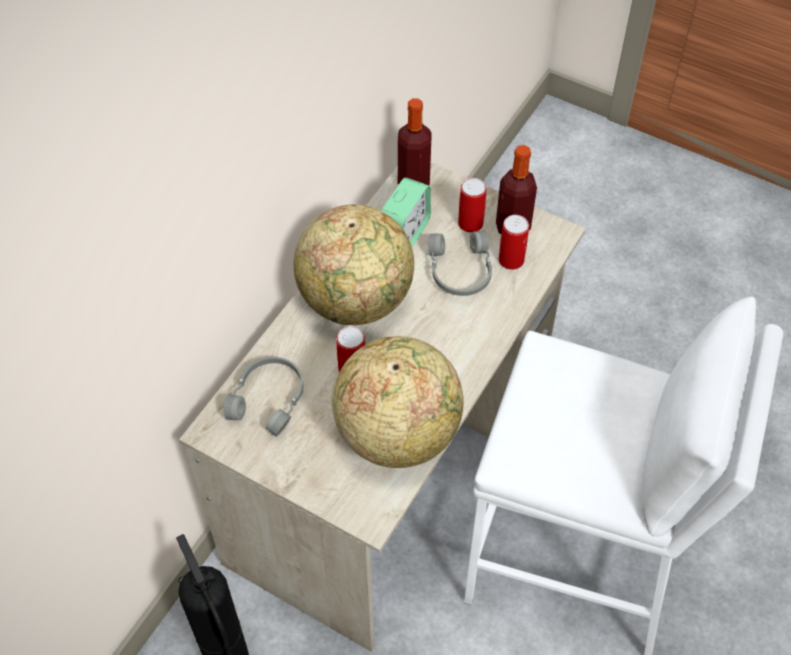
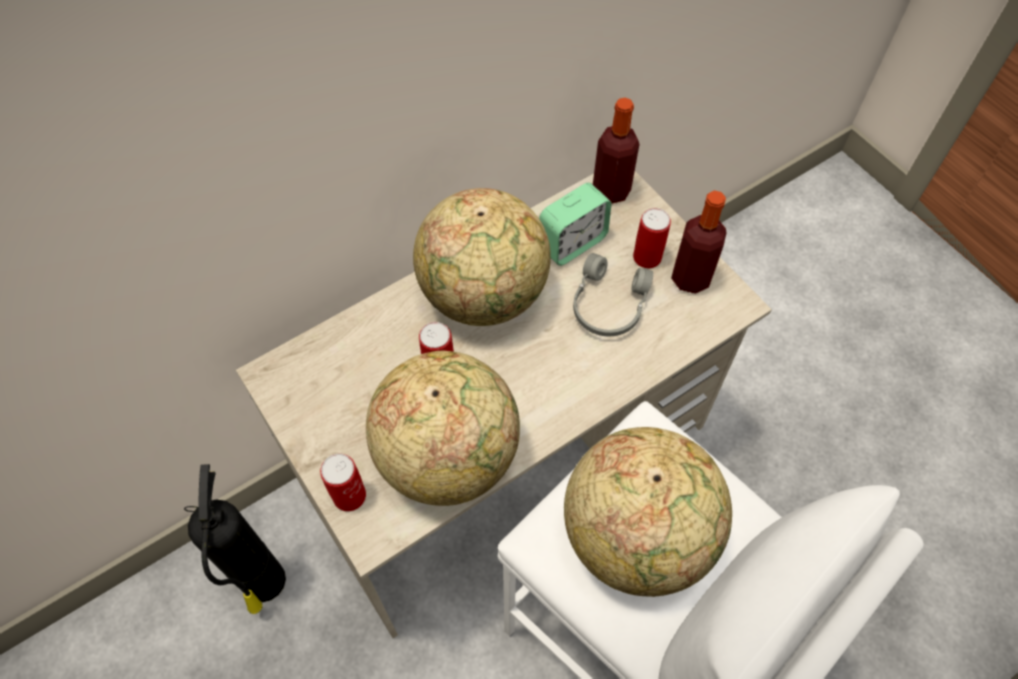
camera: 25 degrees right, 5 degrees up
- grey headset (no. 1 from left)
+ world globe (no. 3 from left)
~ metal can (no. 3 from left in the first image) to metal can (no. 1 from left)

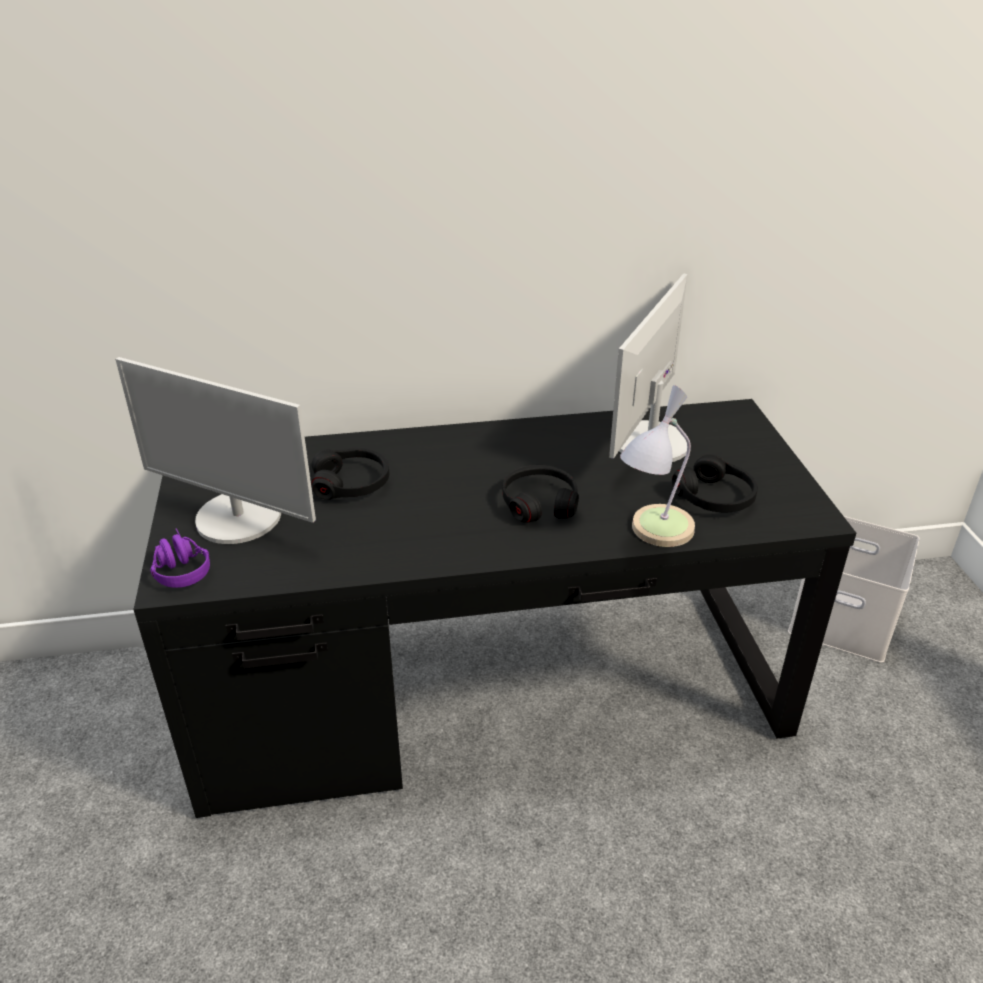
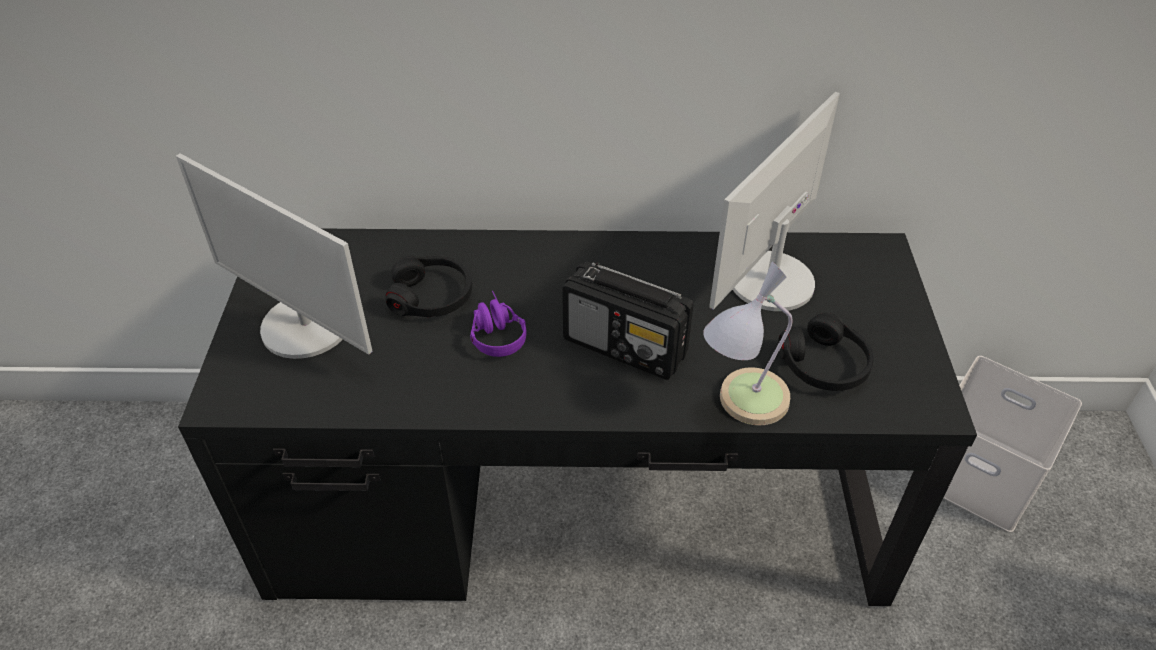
camera: 10 degrees right, 10 degrees up
~ purplish headset
~ blackish headset (no. 2 from left) to radio

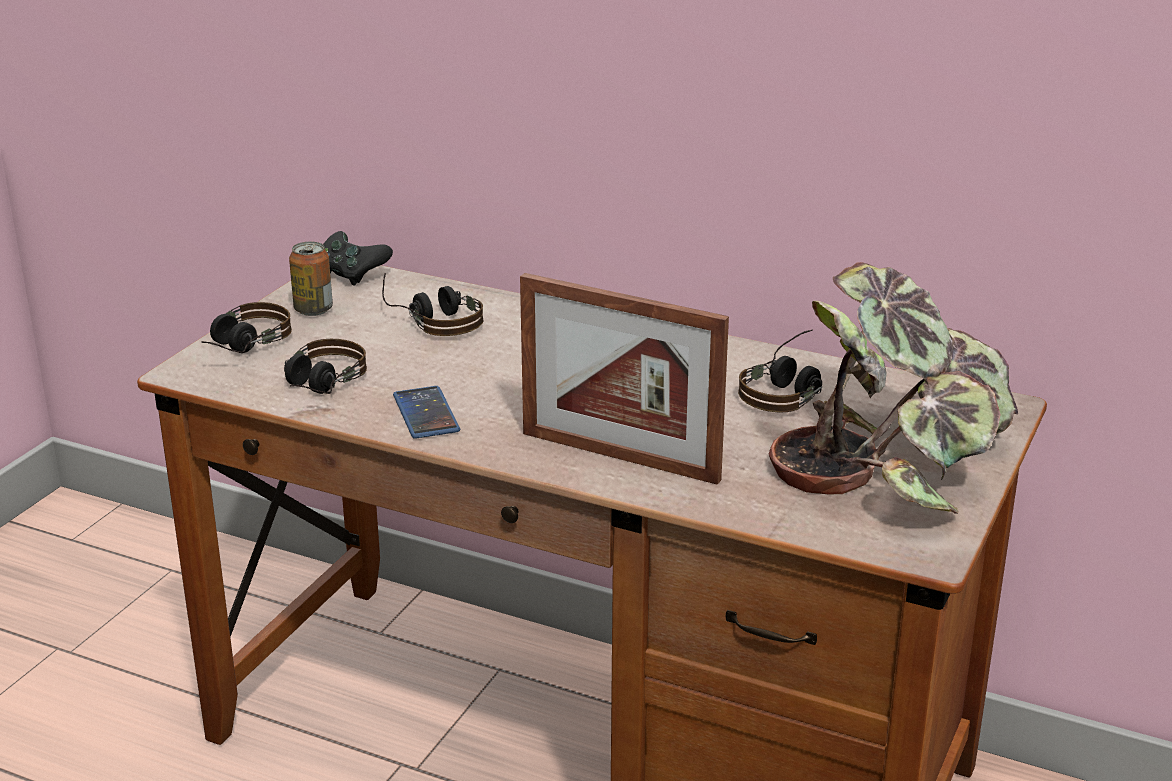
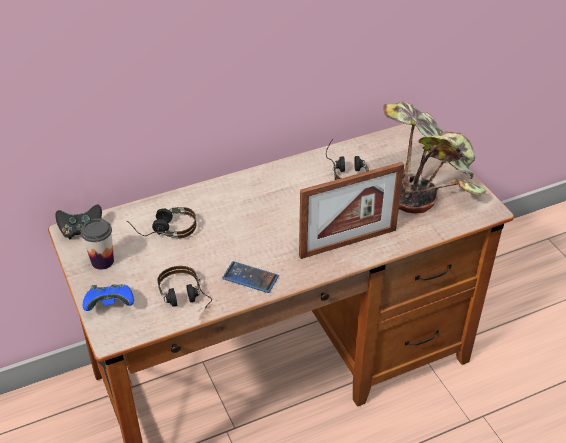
camera: 50 degrees left, 15 degrees up
~ headset (no. 1 from left) to blue joypad
~ metal can to cup

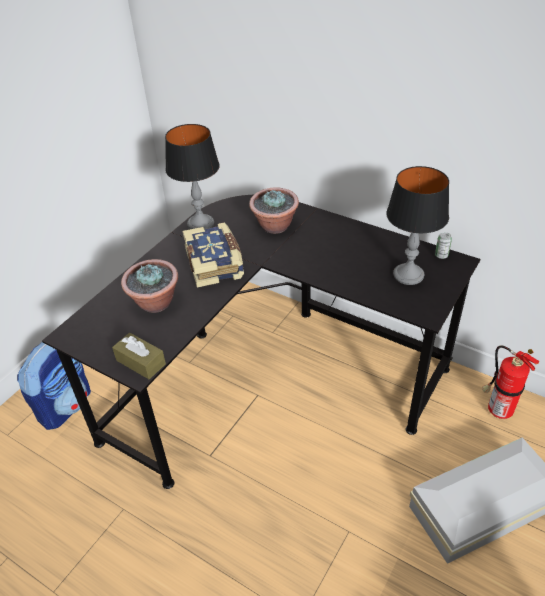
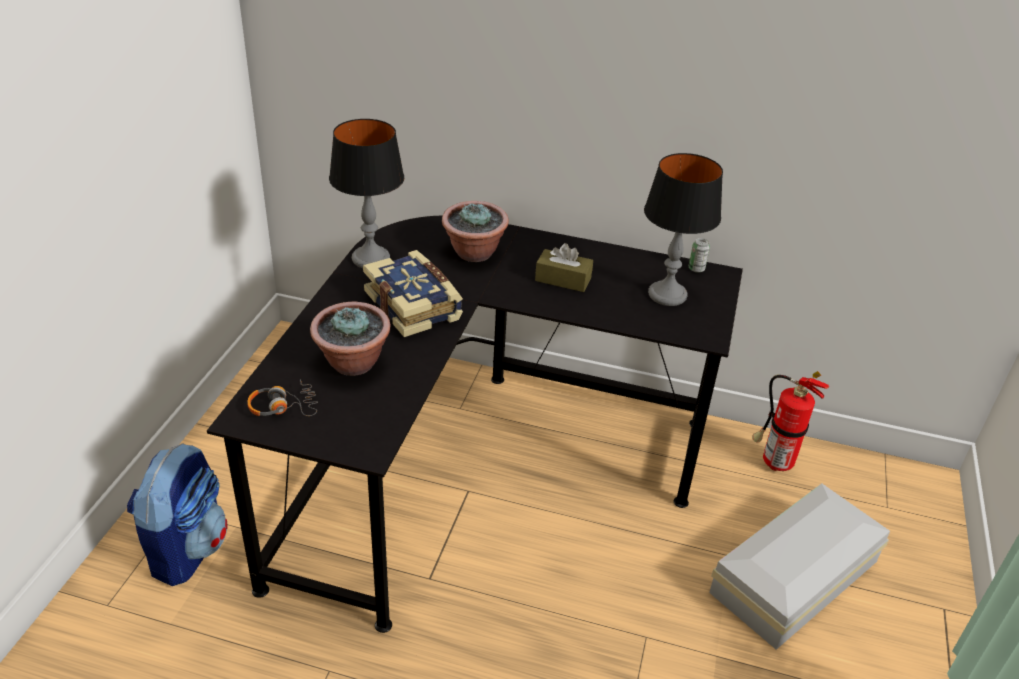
camera: 20 degrees left, 5 degrees down
+ headset
~ brown-coloured box of tissues

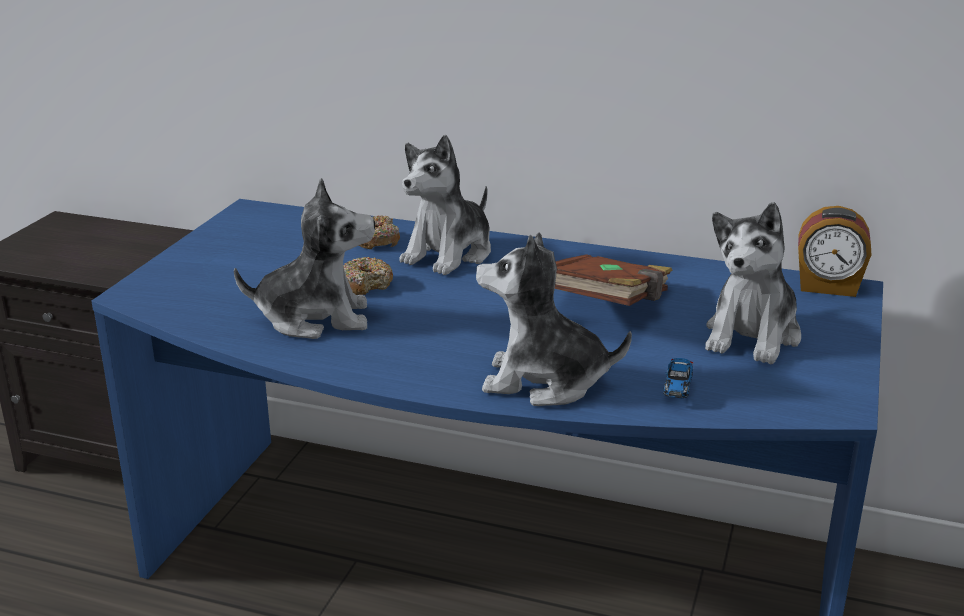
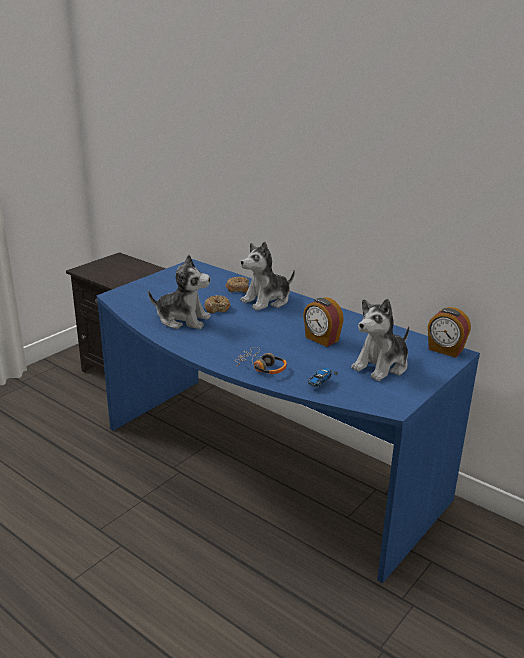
camera: 20 degrees right, 0 degrees up
~ cuddly toy (no. 3 from left) to headset
~ brown-coloured bound book to bedside clock (no. 1 from left)

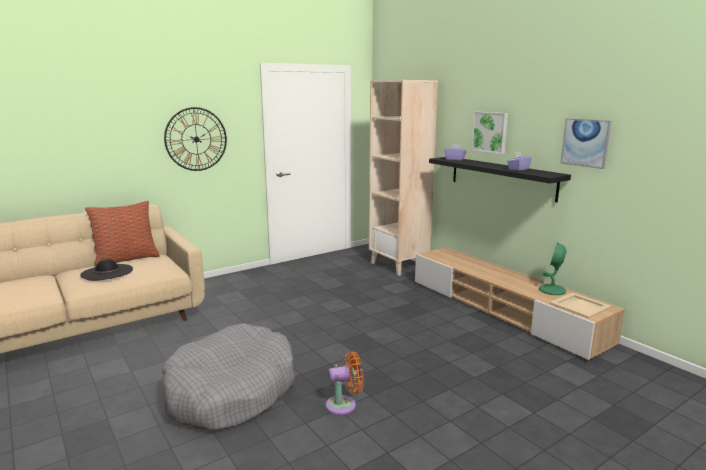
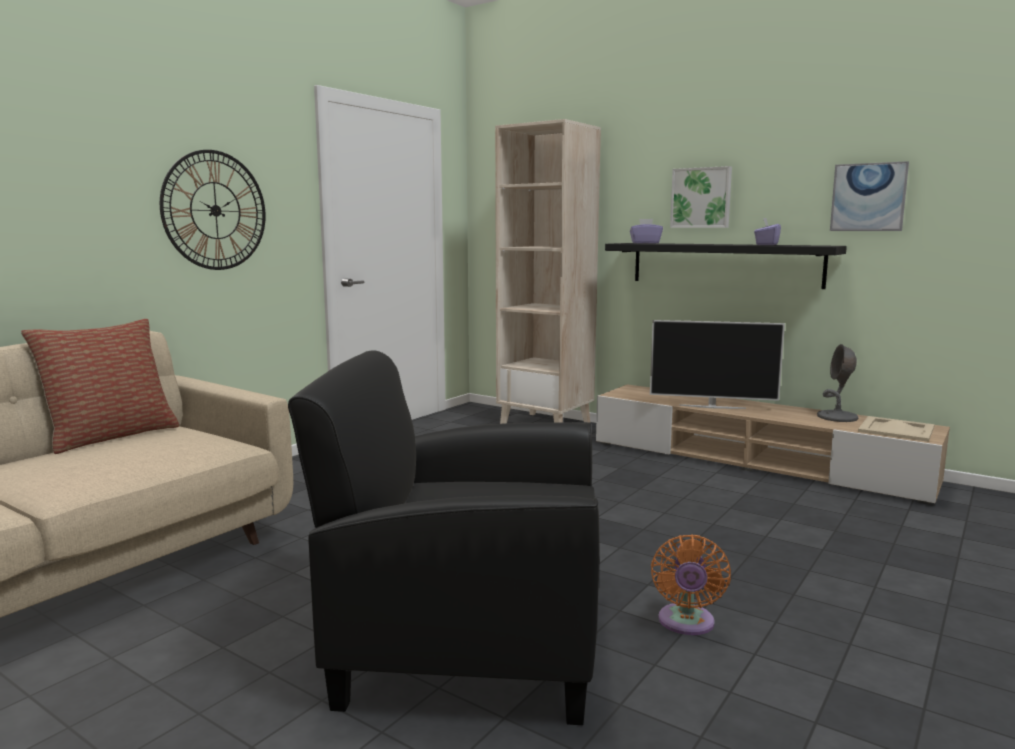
camera: 20 degrees left, 5 degrees down
- blackish wearable hat
+ television
~ grey dog cushion to blackish armchair
~ green-coloured lamp for a table to grey lamp for a table
~ orange-coloured fan 135 degrees clockwise

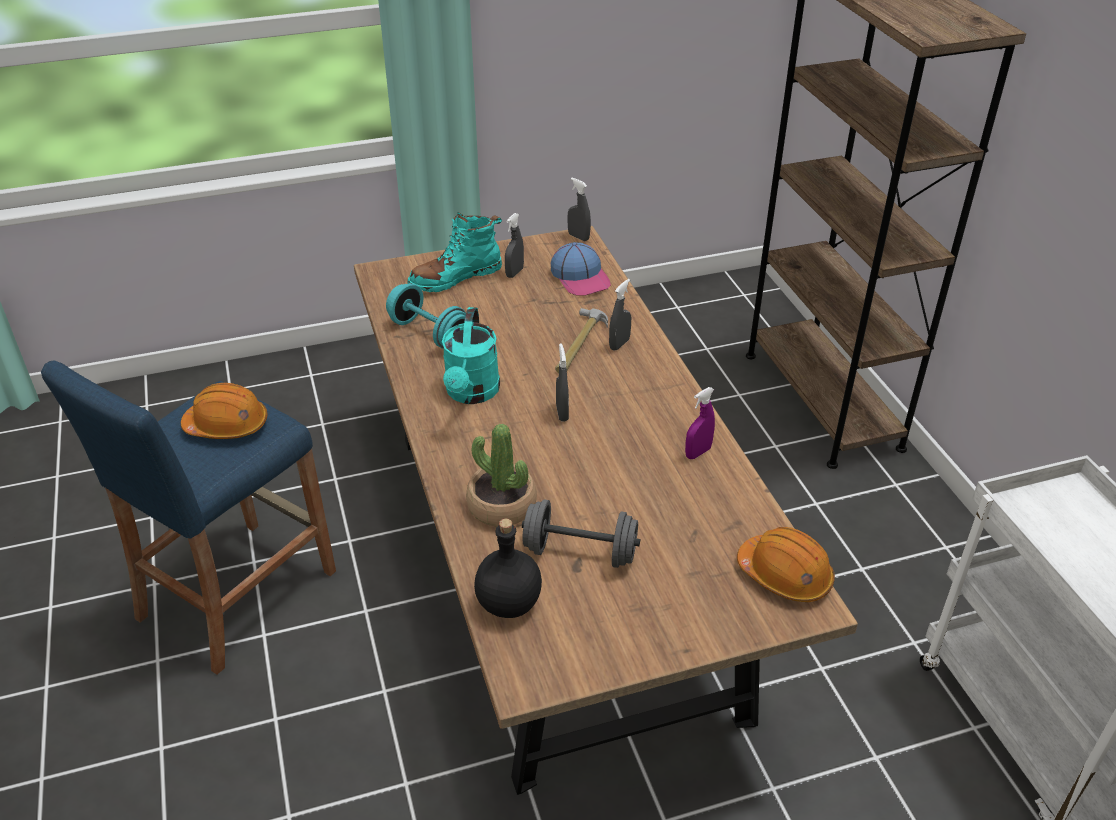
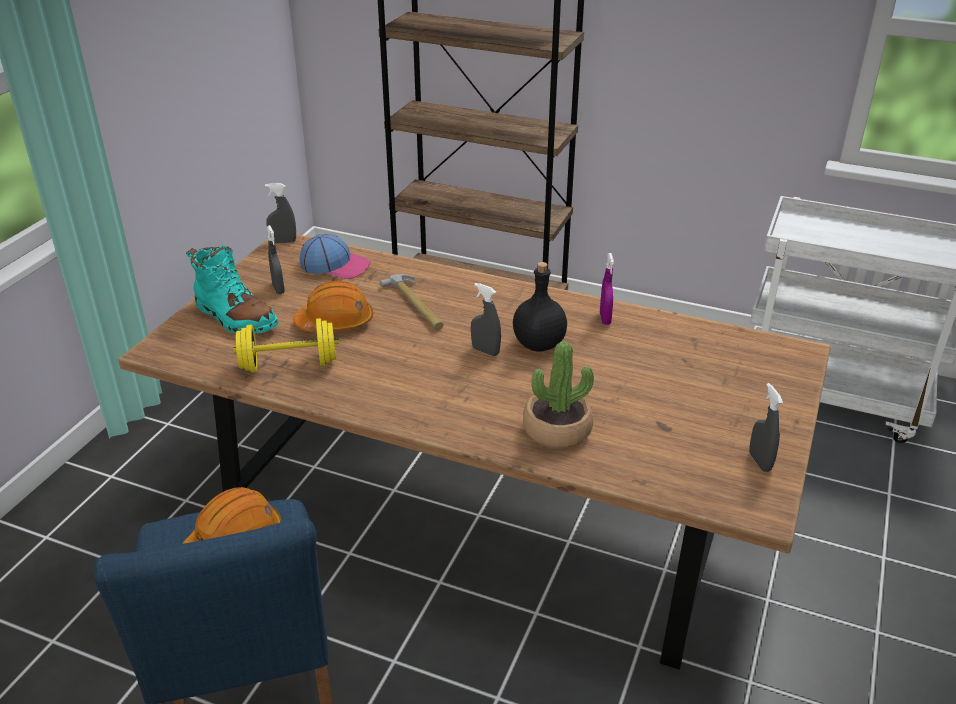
camera: 50 degrees left, 5 degrees down
- turquoise-coloured watering can
- grey hand weight
~ blackish drink bottle
~ grey hand sprayer (no. 4 from left)
~ orange-coloured safety helmet (no. 2 from left)
~ turquoise-coloured hand weight to yellow-coloured hand weight
~ turquoise-coloured boot 60 degrees counterclockwise

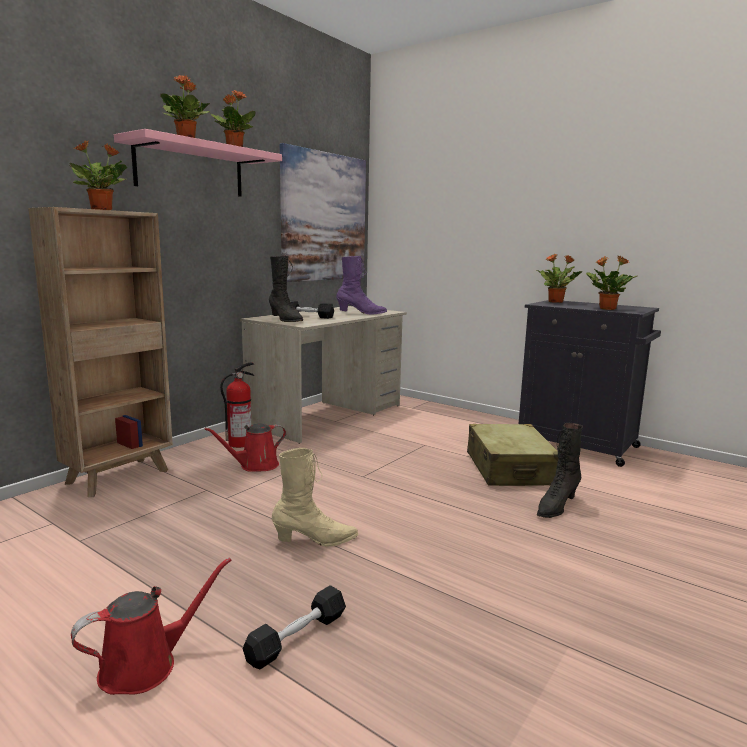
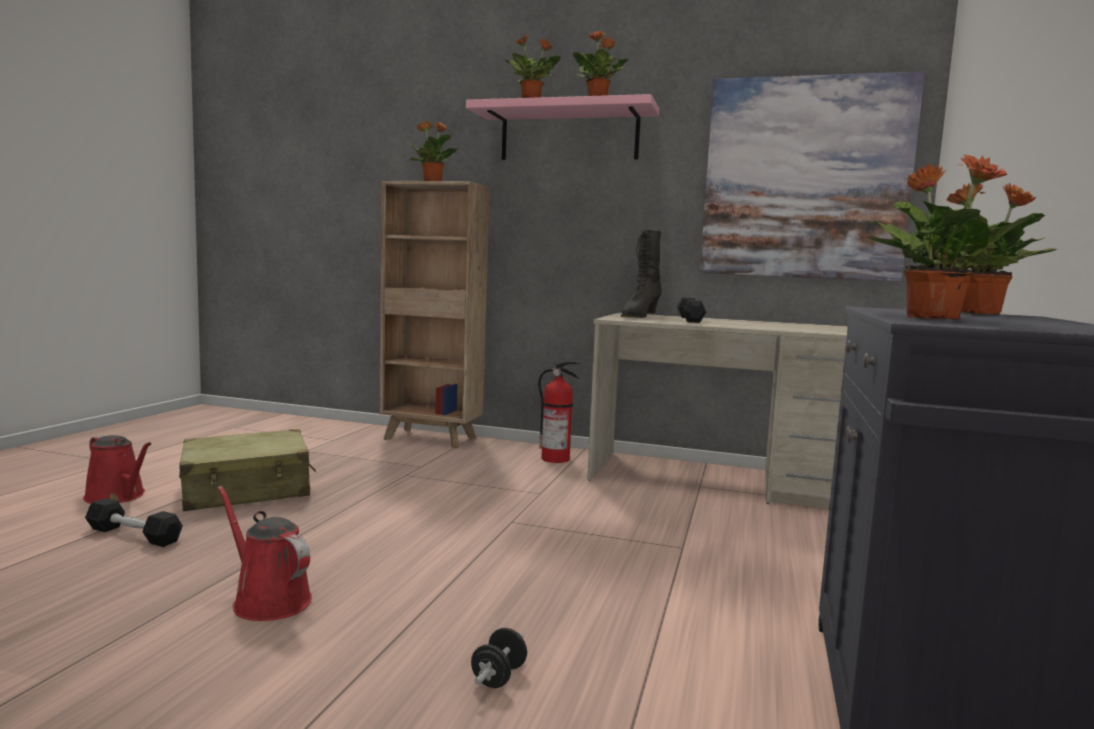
camera: 70 degrees right, 5 degrees down
- sand-coloured boot
- purplish boot
~ red watering can (no. 2 from left)
~ sand-coloured suitcase
~ blackish boot (no. 2 from left) to blackish hand weight (no. 2 from left)

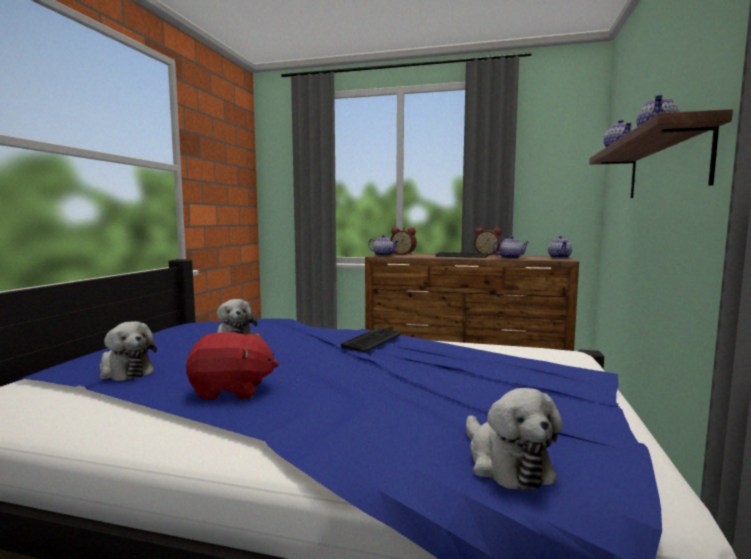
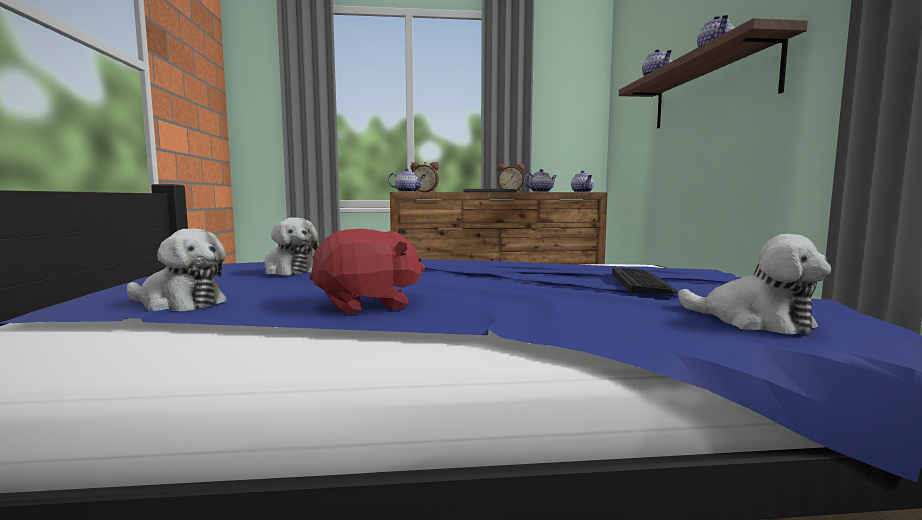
camera: 20 degrees left, 0 degrees up
~ keyboard (no. 1 from left in the first image) to keyboard (no. 2 from left)

